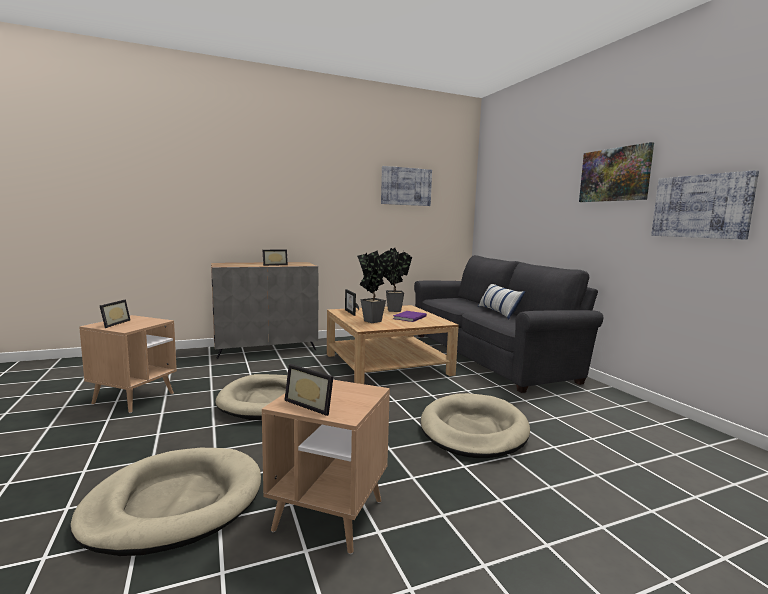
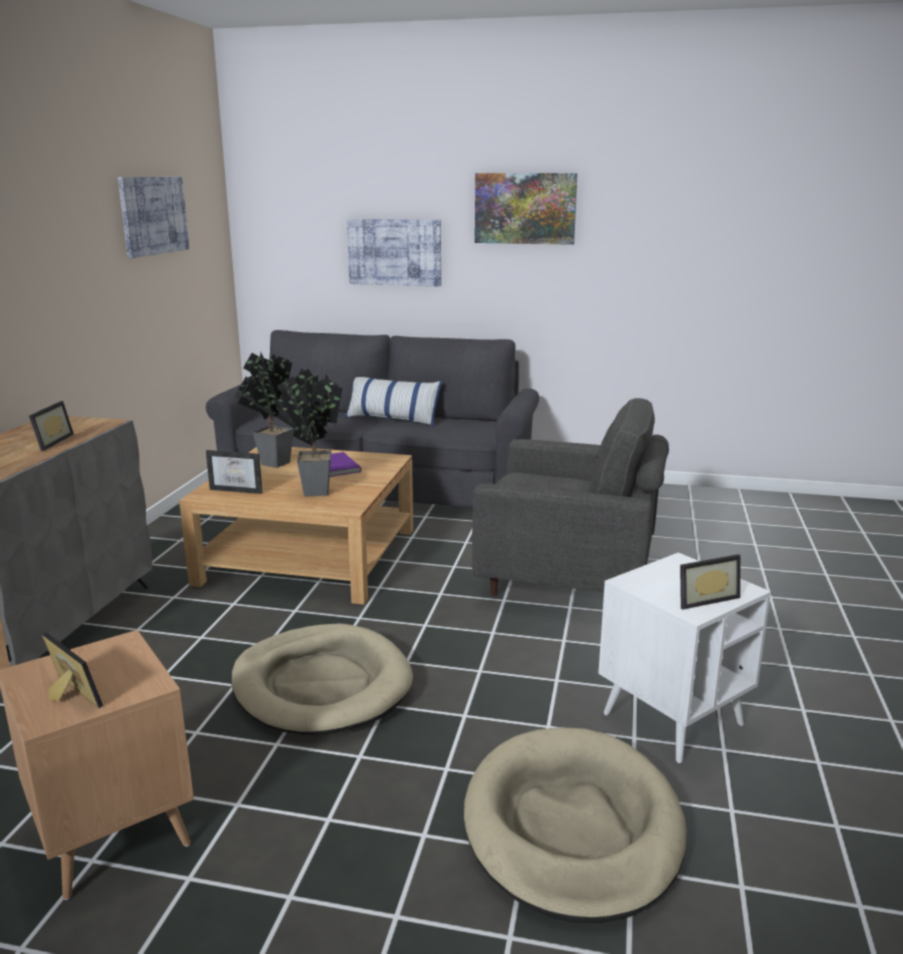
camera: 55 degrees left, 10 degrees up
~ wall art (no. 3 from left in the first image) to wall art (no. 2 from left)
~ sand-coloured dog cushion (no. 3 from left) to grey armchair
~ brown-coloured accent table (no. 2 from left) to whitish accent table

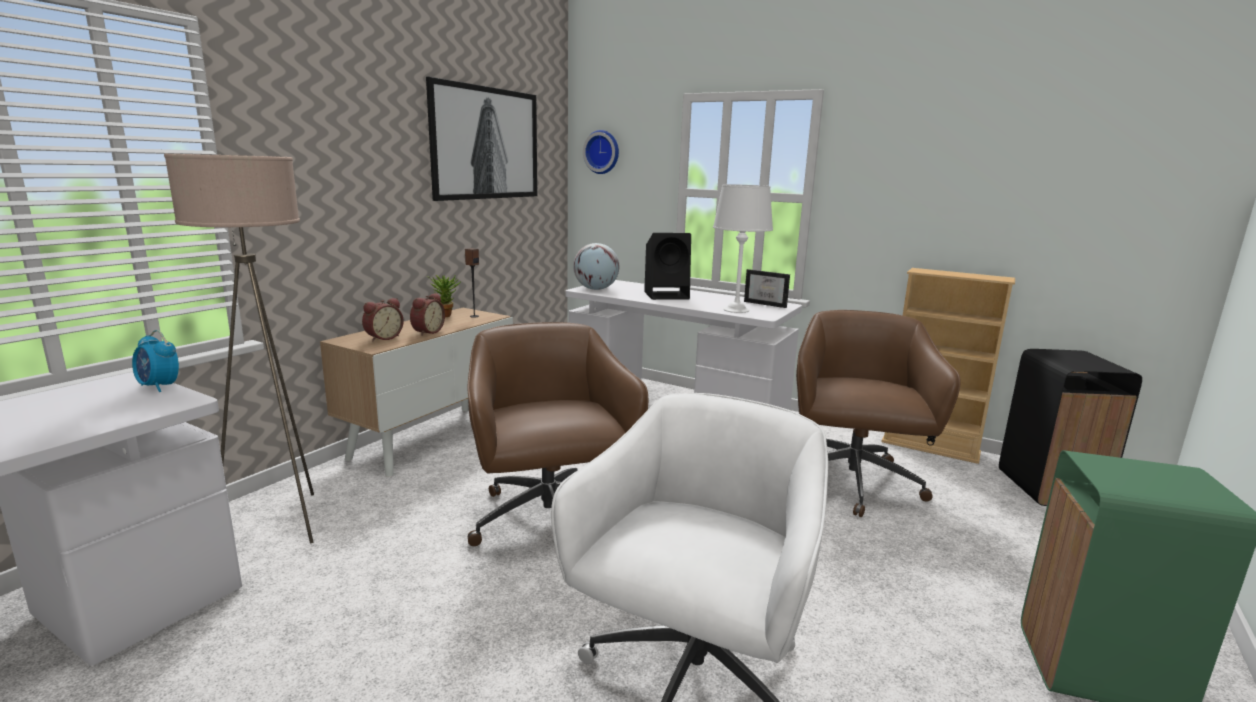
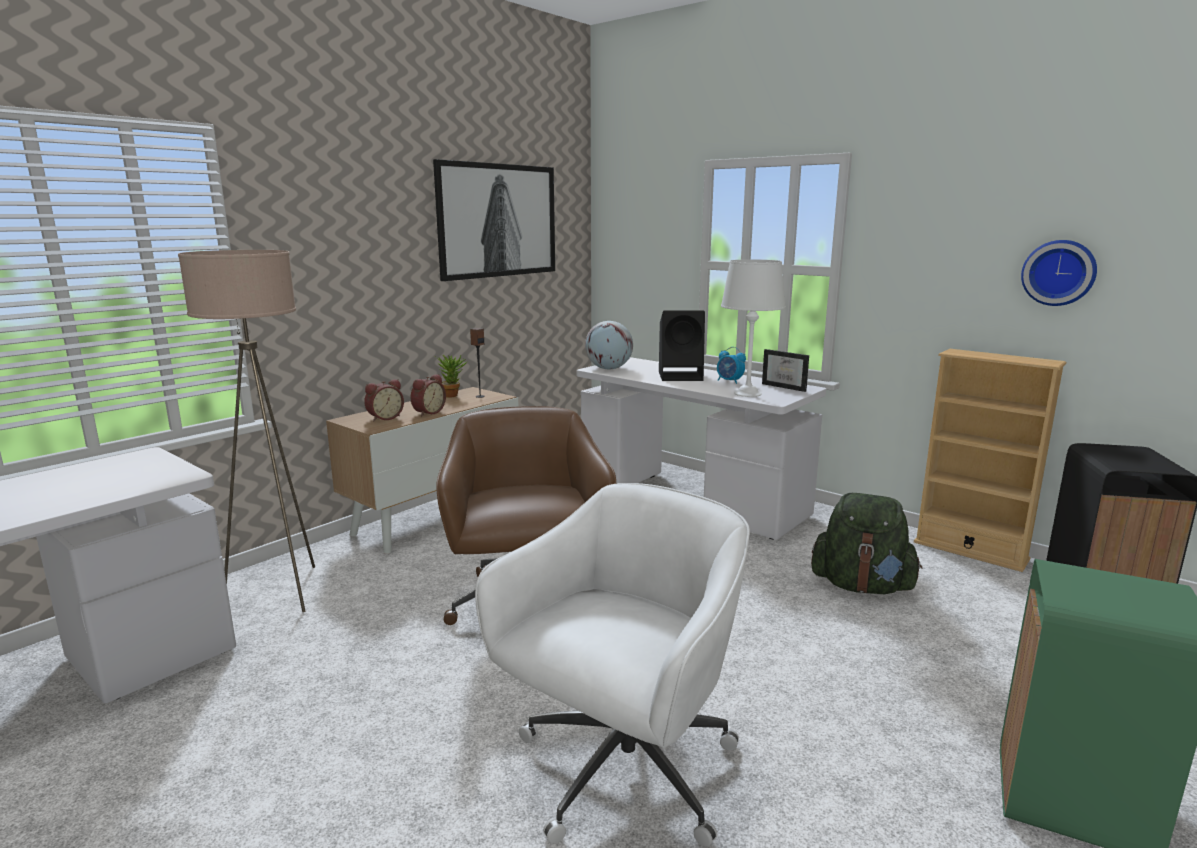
camera: 10 degrees right, 0 degrees up
~ bedside clock (no. 1 from left in the first image) to bedside clock (no. 3 from left)
~ hanging clock
~ brown-coloured computer chair (no. 2 from left) to green-coloured backpack

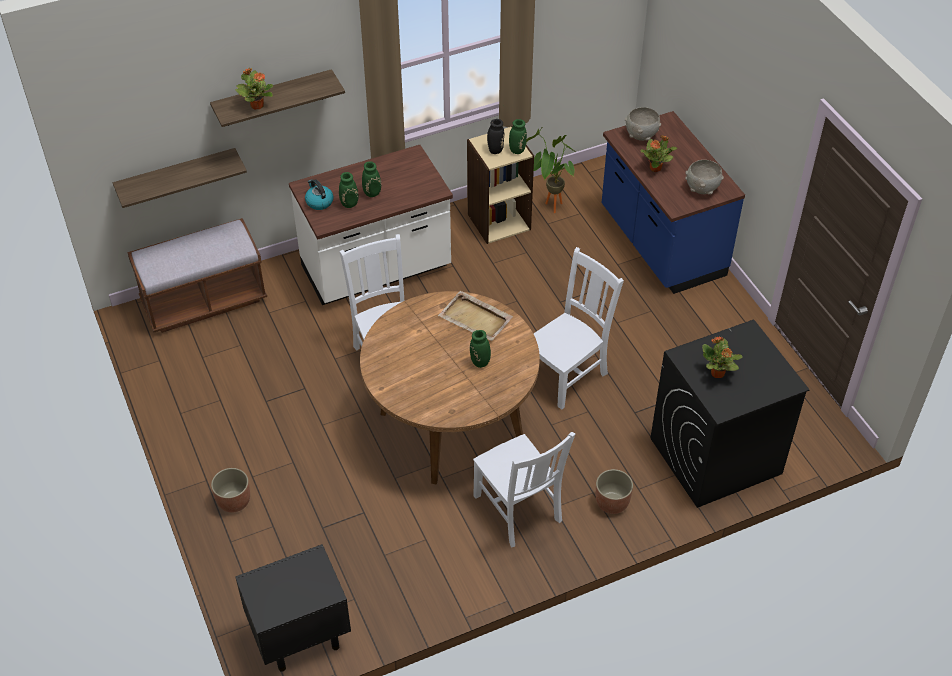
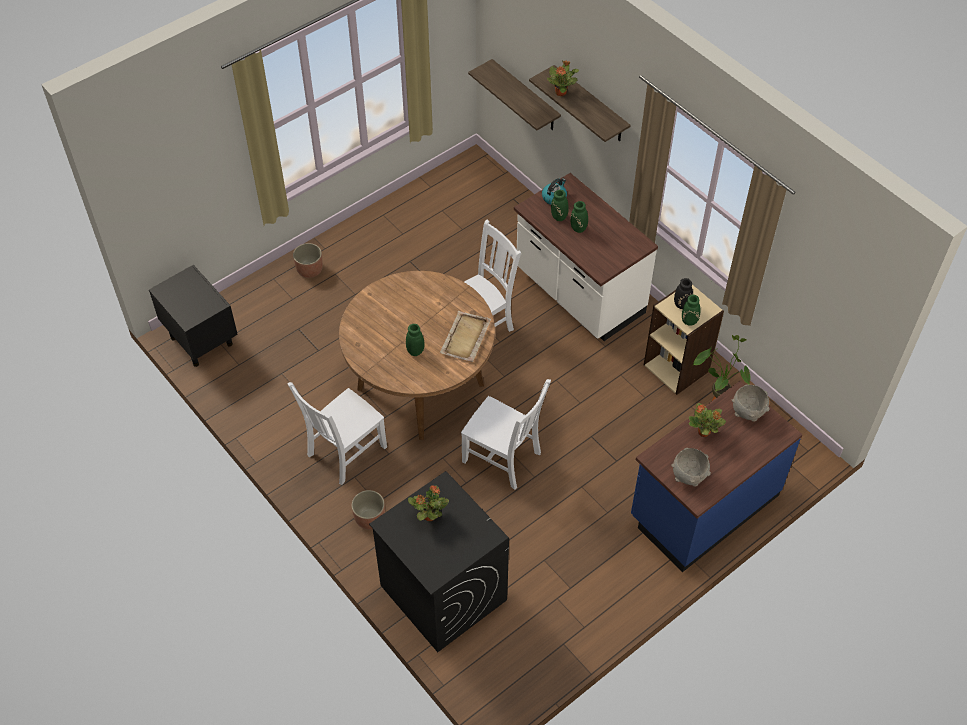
camera: 75 degrees right, 5 degrees up
- brown-coloured bench

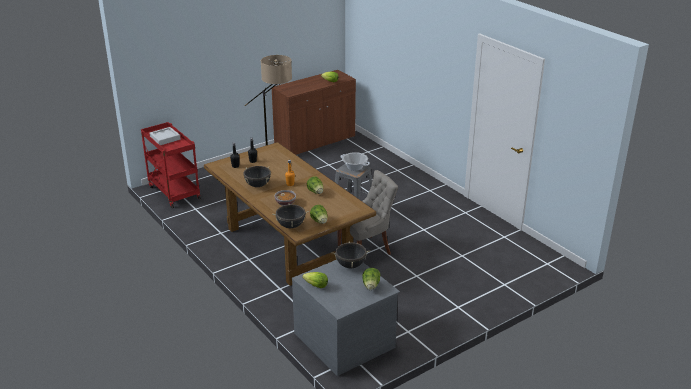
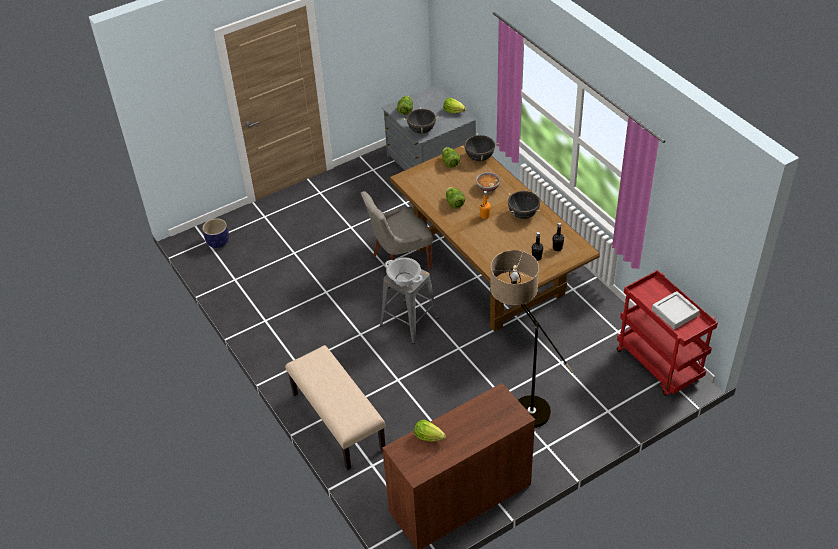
camera: 175 degrees left, 15 degrees up
+ flower pot
+ sand-coloured bench

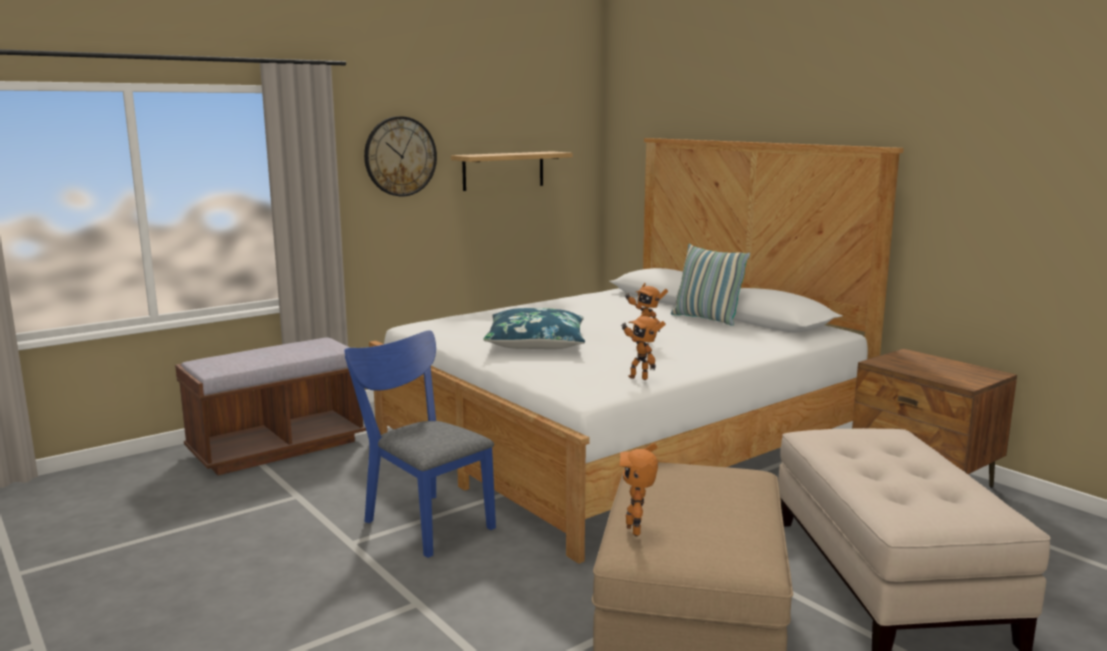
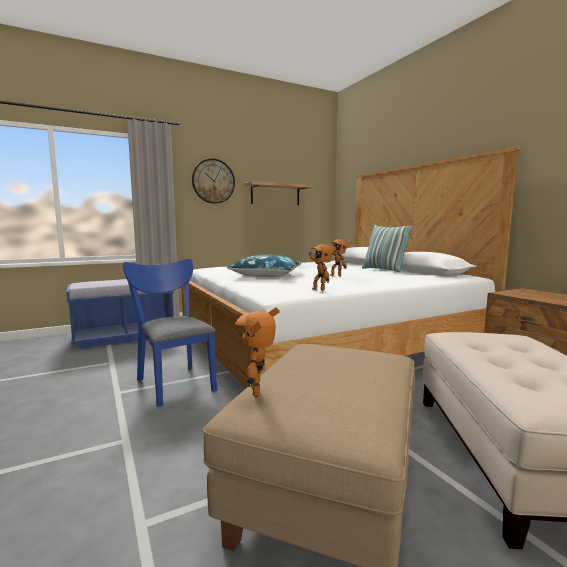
camera: 10 degrees right, 5 degrees down
~ brown-coloured bench to blue bench

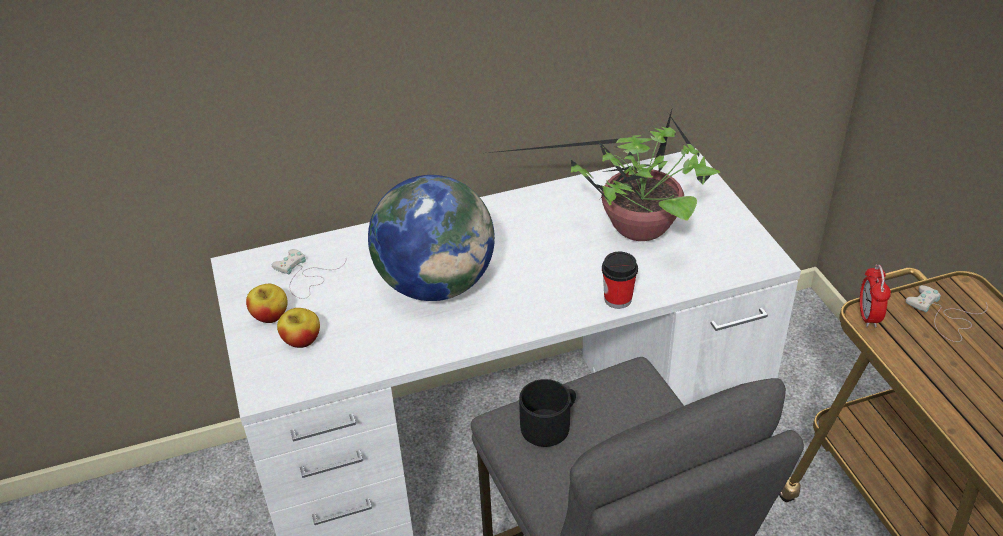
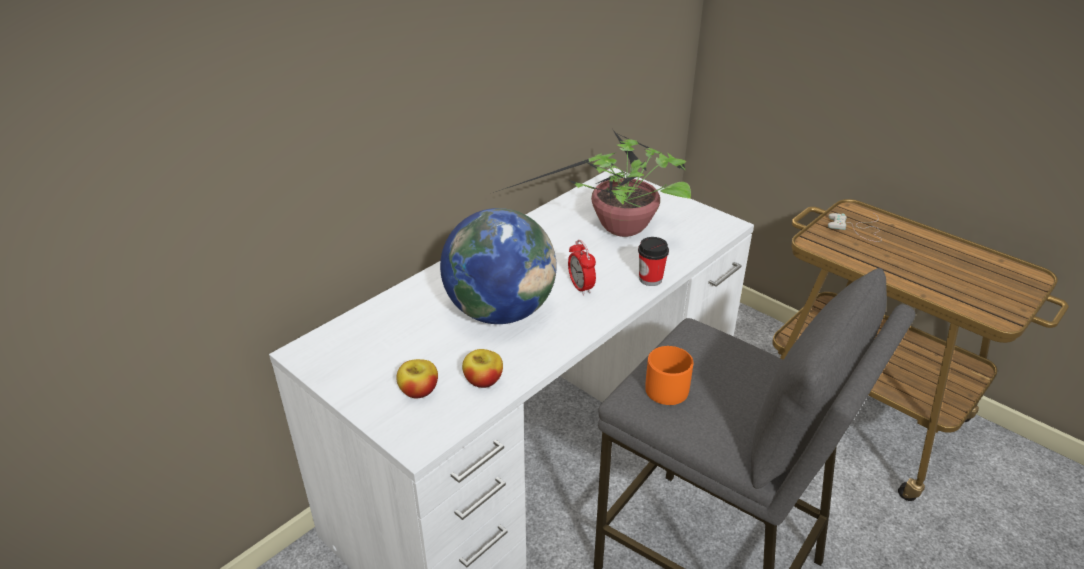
camera: 30 degrees left, 5 degrees down
- whitish joypad (no. 1 from left)
~ apple fruit (no. 1 from left in the first image) to apple fruit (no. 2 from left)
~ bedside clock
~ blackish mug to orange-coloured mug

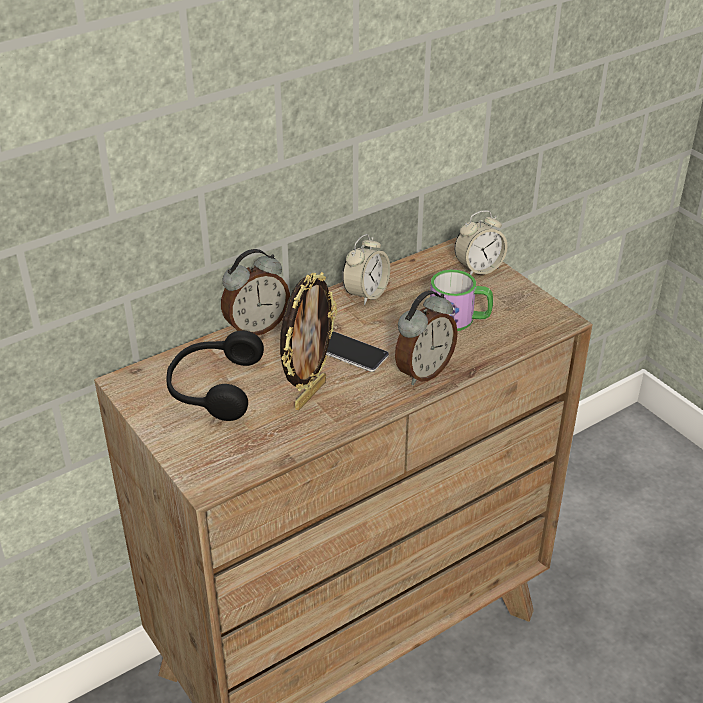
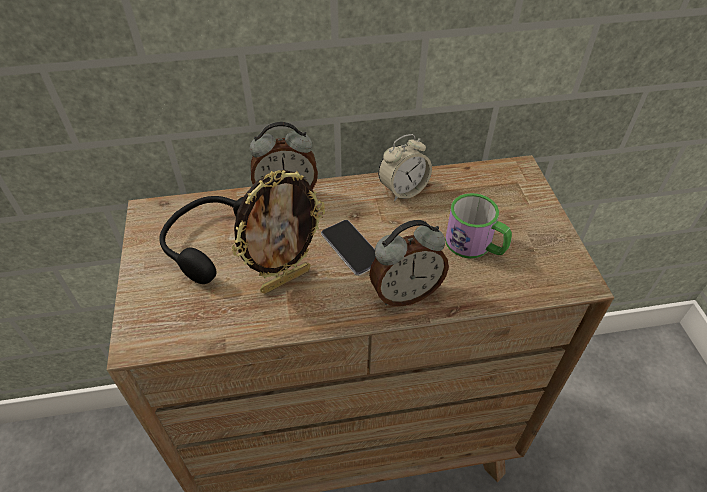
camera: 25 degrees right, 10 degrees up
- bedside clock (no. 4 from left)

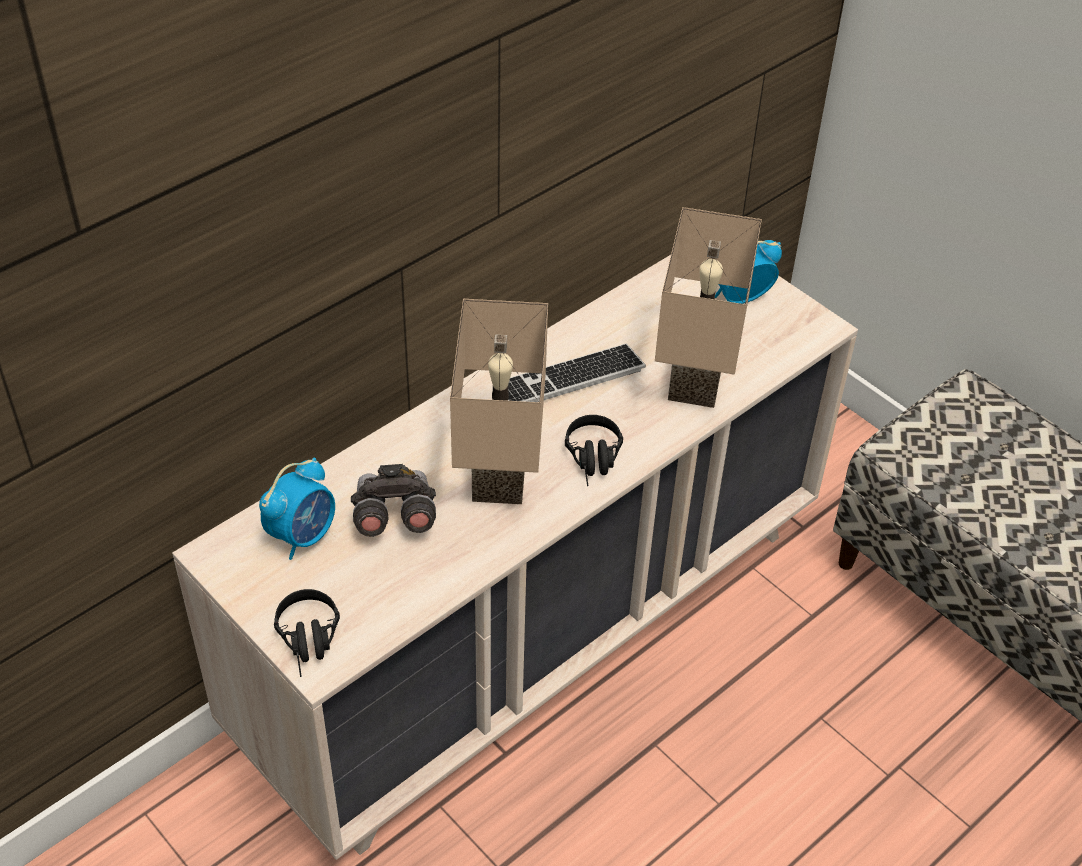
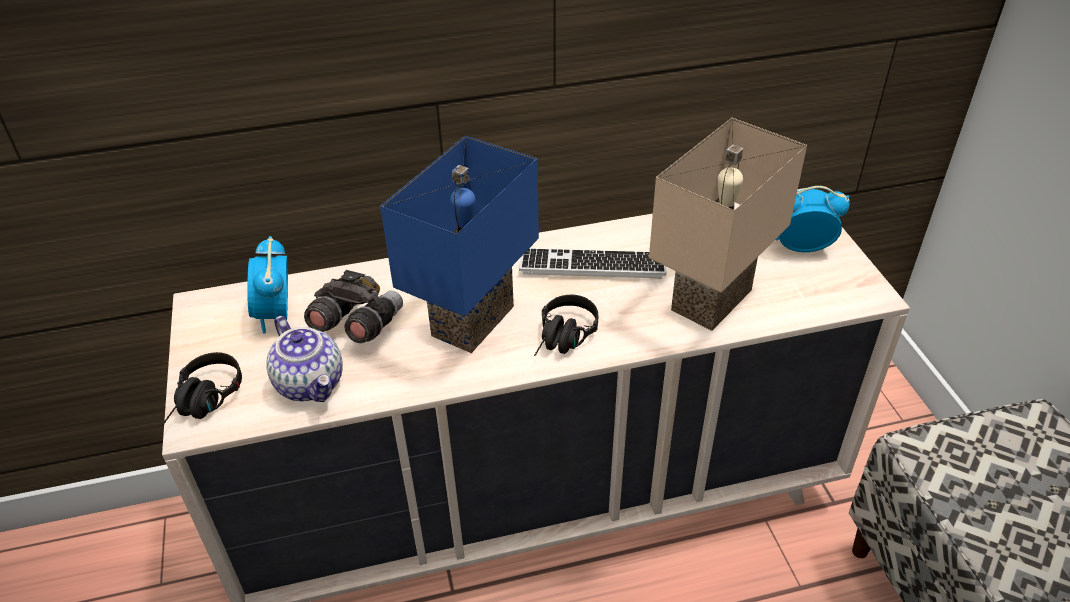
camera: 30 degrees right, 5 degrees down
+ teapot
~ sand-coloured lamp for a table (no. 1 from left) to blue lamp for a table
~ bedside clock (no. 1 from left) 105 degrees clockwise

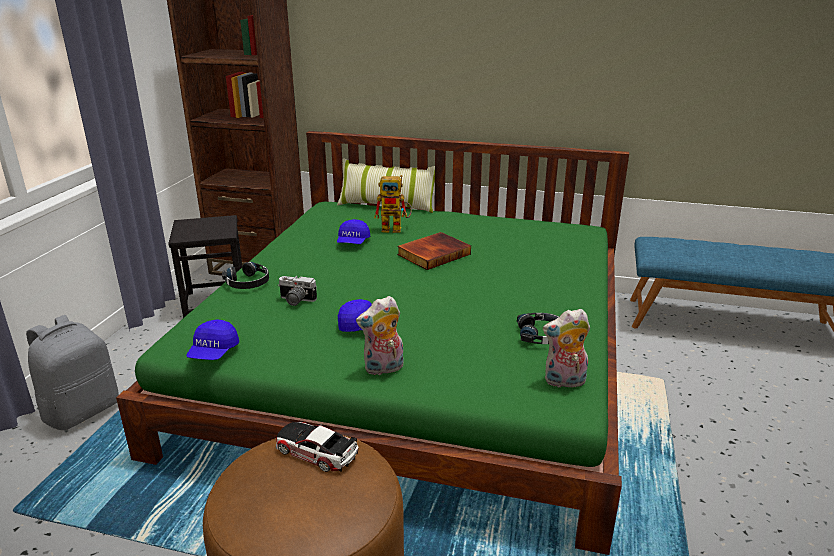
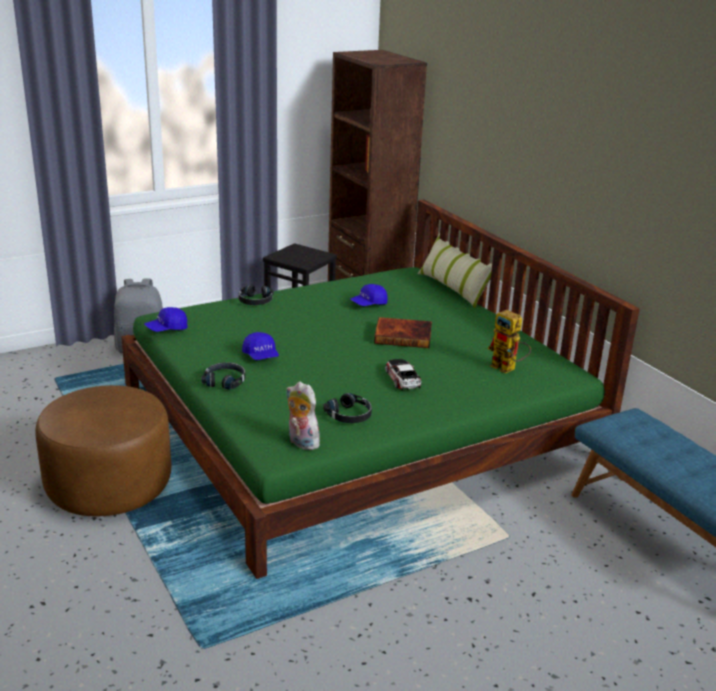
camera: 45 degrees right, 0 degrees up
- still camera
~ model car
~ model robot
~ cuddly toy (no. 1 from left) to blackish headset (no. 1 from left)

